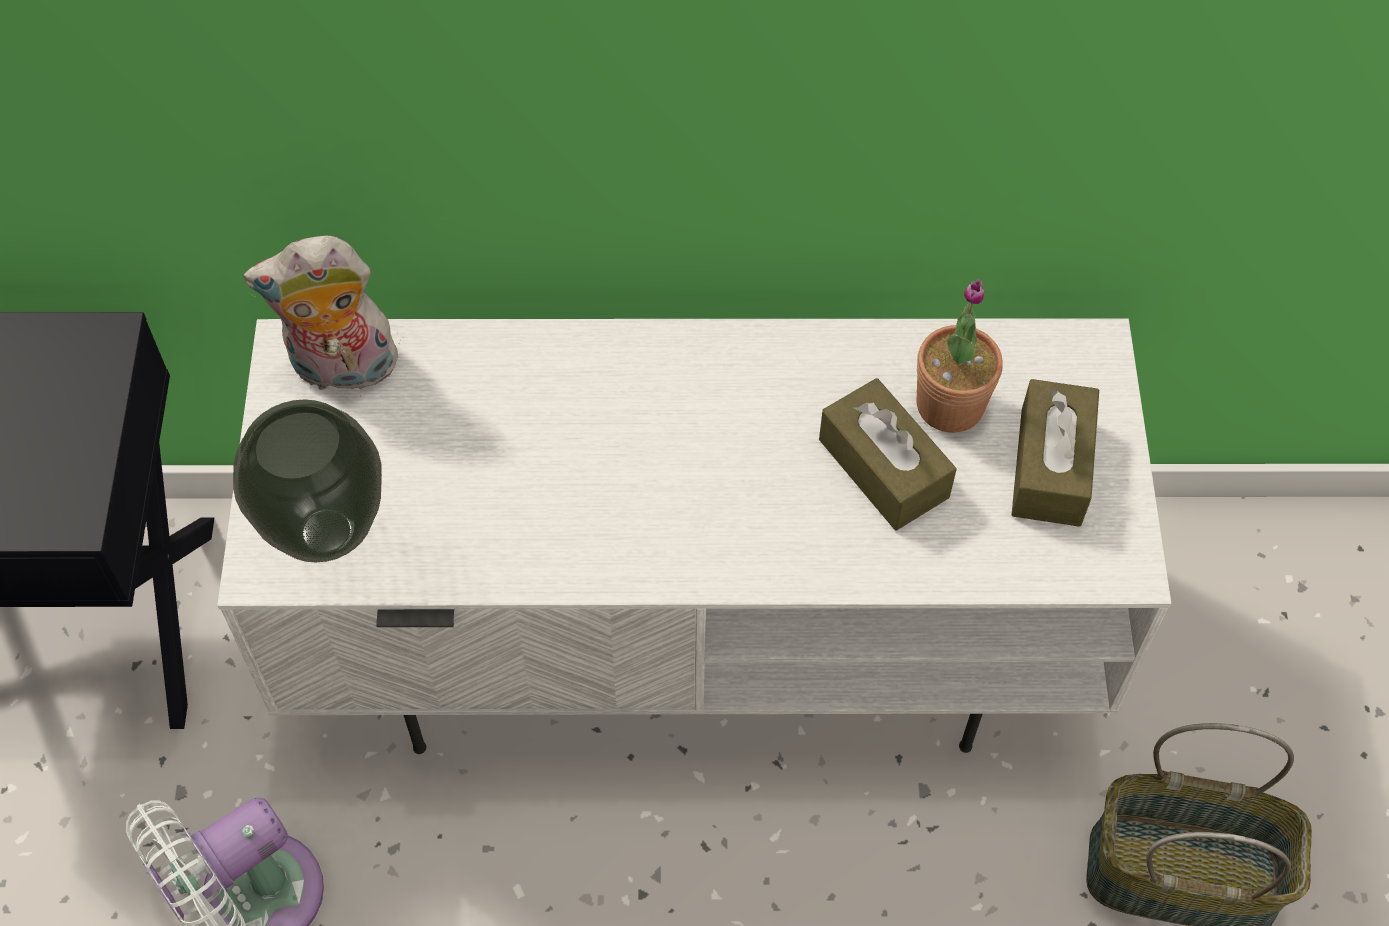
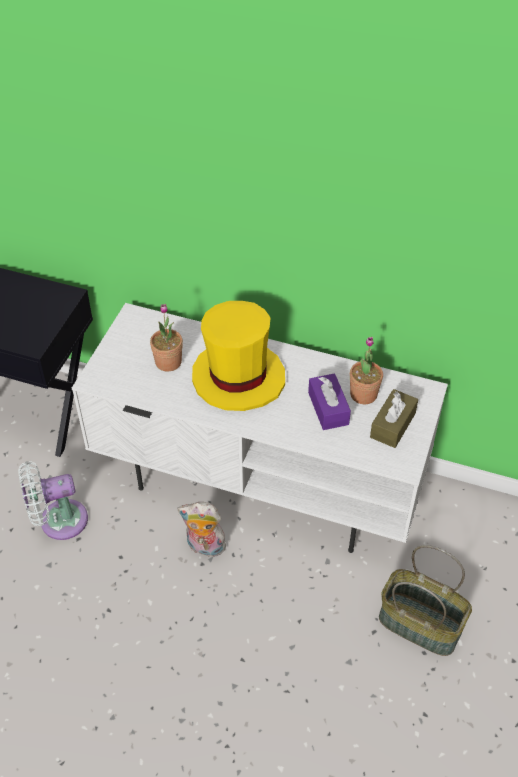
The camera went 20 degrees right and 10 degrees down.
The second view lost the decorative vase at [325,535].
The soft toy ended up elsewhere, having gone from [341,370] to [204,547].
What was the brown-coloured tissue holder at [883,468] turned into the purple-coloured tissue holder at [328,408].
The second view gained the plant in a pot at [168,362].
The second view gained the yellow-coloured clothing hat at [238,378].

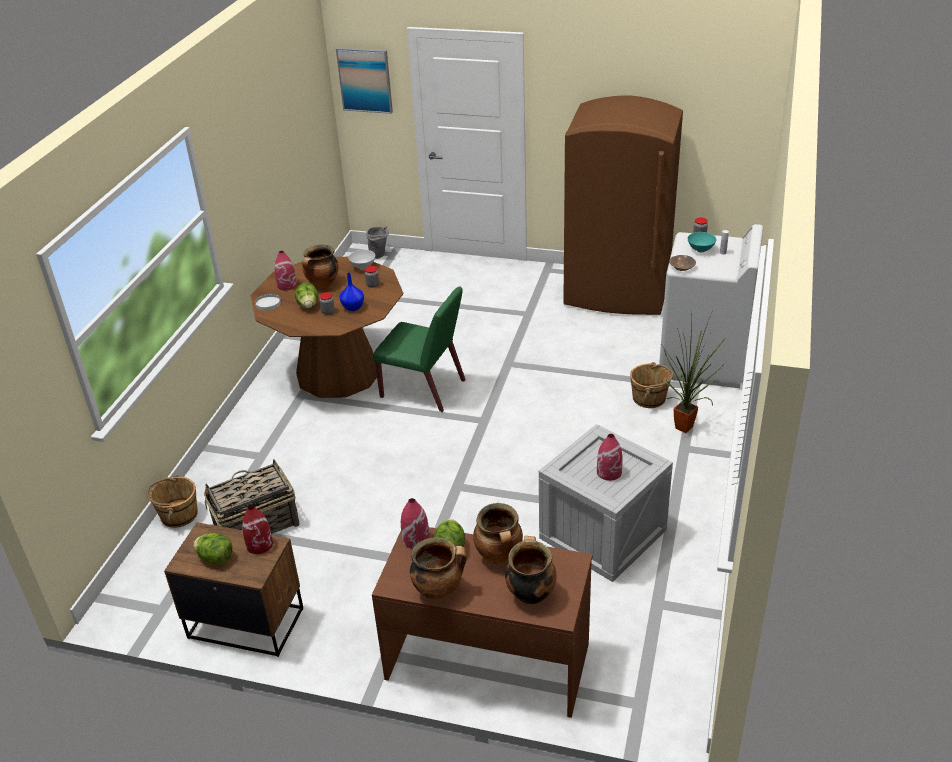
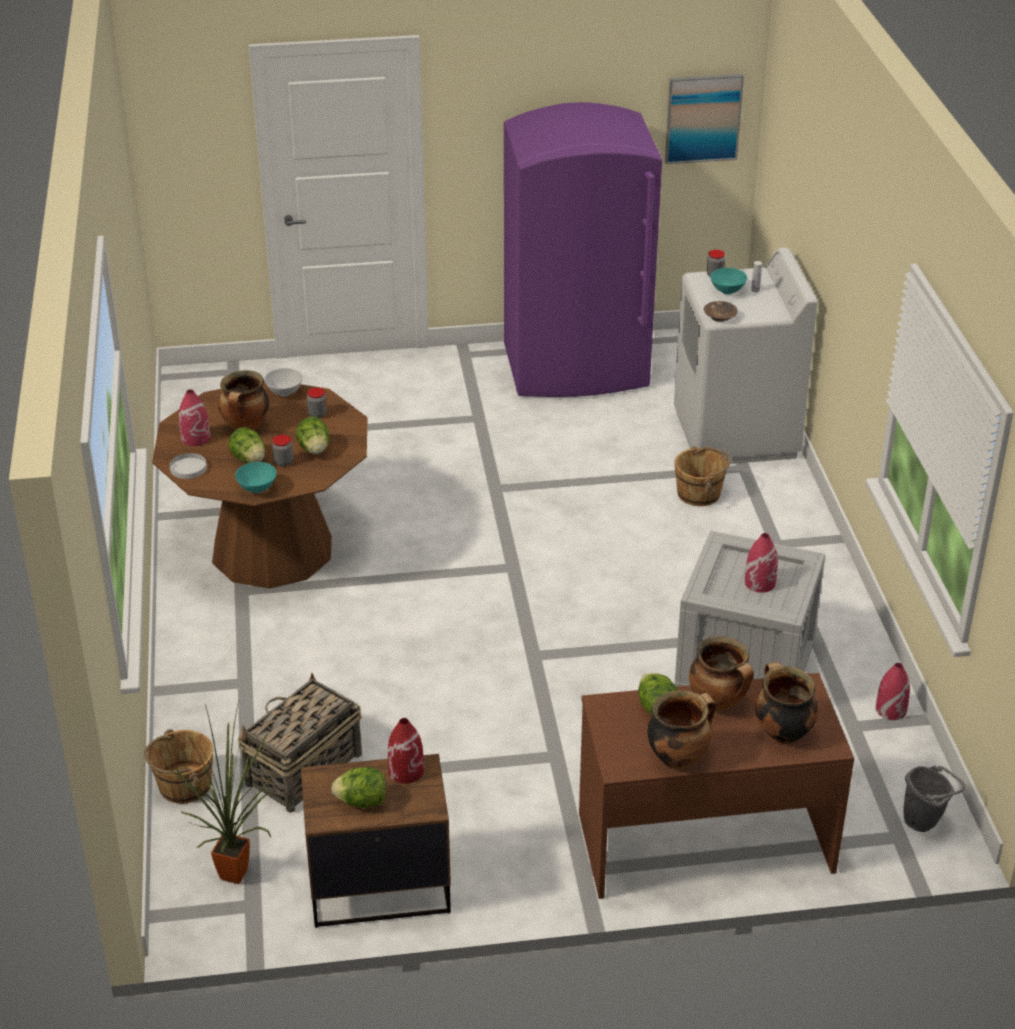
The camera went 25 degrees left and 0 degrees up.
The wall picture ended up elsewhere, having gone from [365,80] to [703,118].
Where the bluish decorative vase stood at [353,307], the head of lettuce came to stand at [314,449].
The grey water bucket ended up elsewhere, having gone from [380,256] to [925,822].
The second view lost the green-coloured chair at [424,389].
The red decorative vase ended up elsewhere, having gone from [415,539] to [890,709].
What was the brown-coloured fridge at [617,293] turned into the purple-coloured fridge at [576,368].
The plant in a pot ended up elsewhere, having gone from [686,429] to [238,877].
The second view gained the blue-green bowl at [257,489].

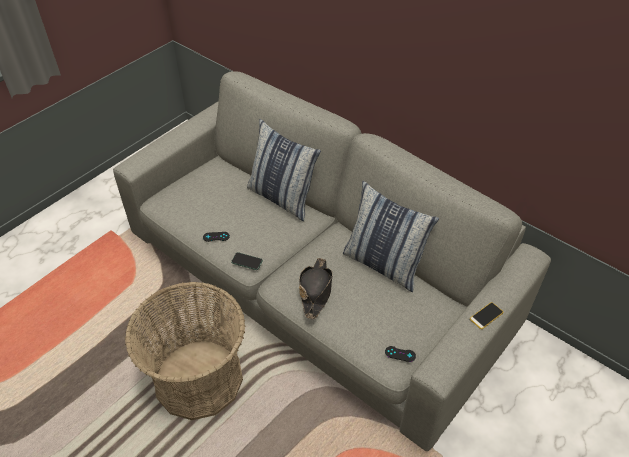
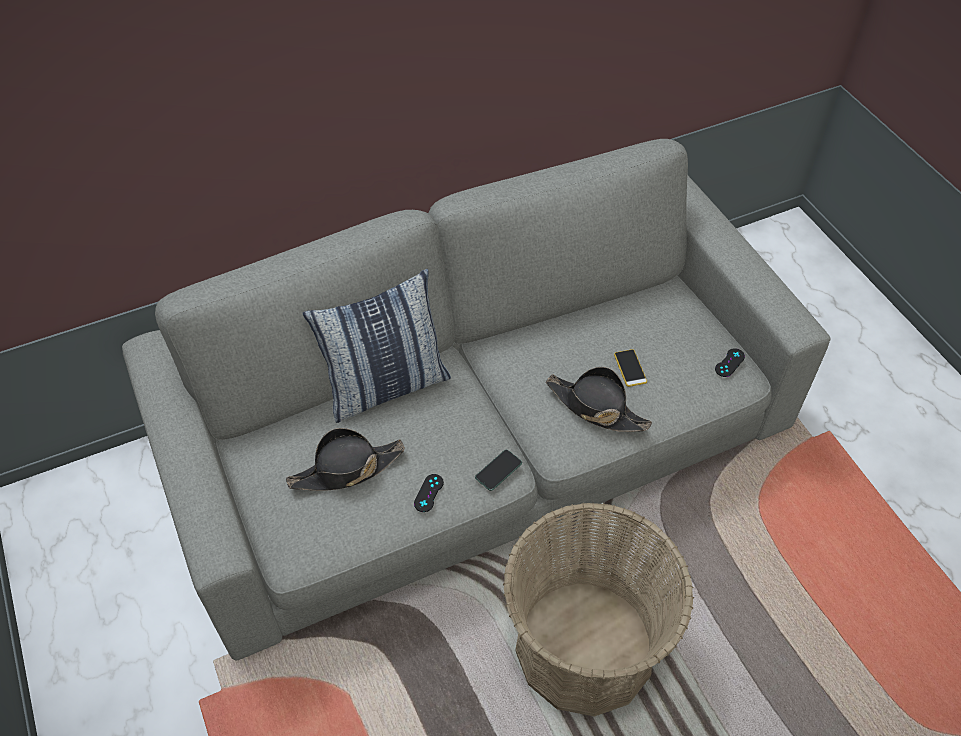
The camera went 65 degrees left and 5 degrees up.
The second view lost the cushion at [383,264].
The handset ended up elsewhere, having gone from [486,316] to [630,368].
The second view gained the black-coloured clothing hat at [346,469].

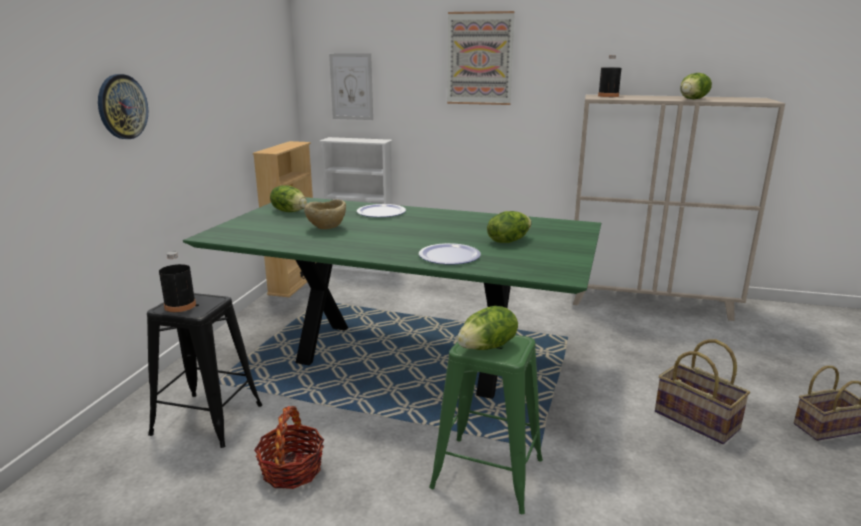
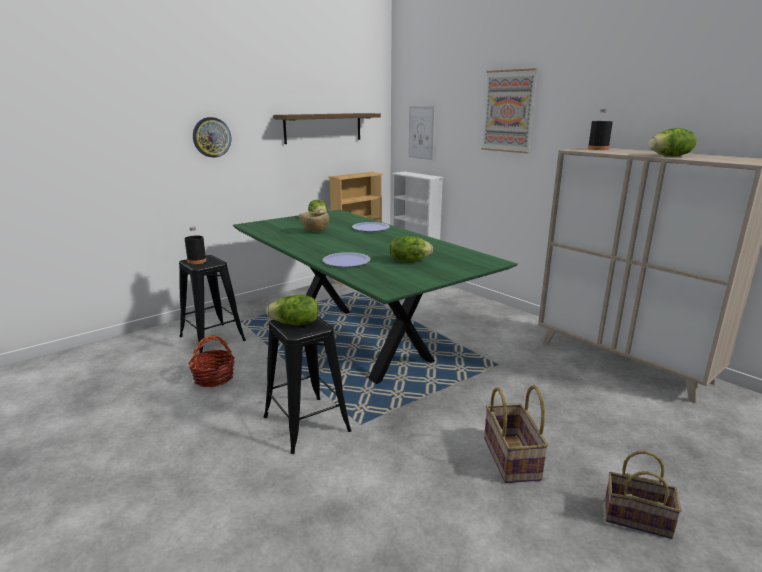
The camera went 35 degrees right and 0 degrees up.
What was the green-coloured sitting stool at [488,473] turned into the black-coloured sitting stool at [307,424].
The second view gained the bracket shelf at [323,127].

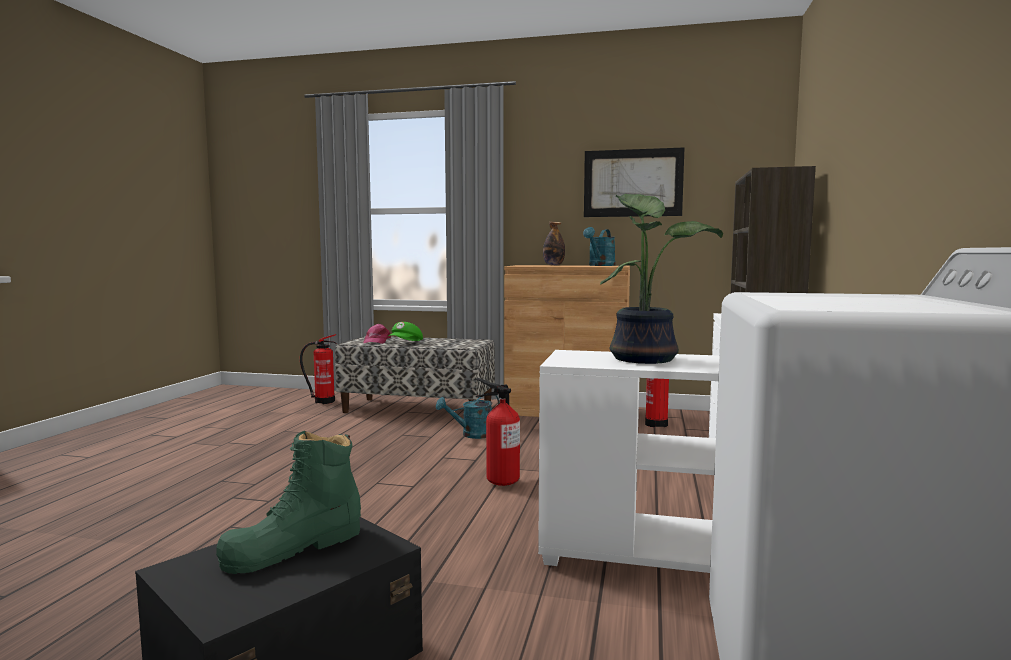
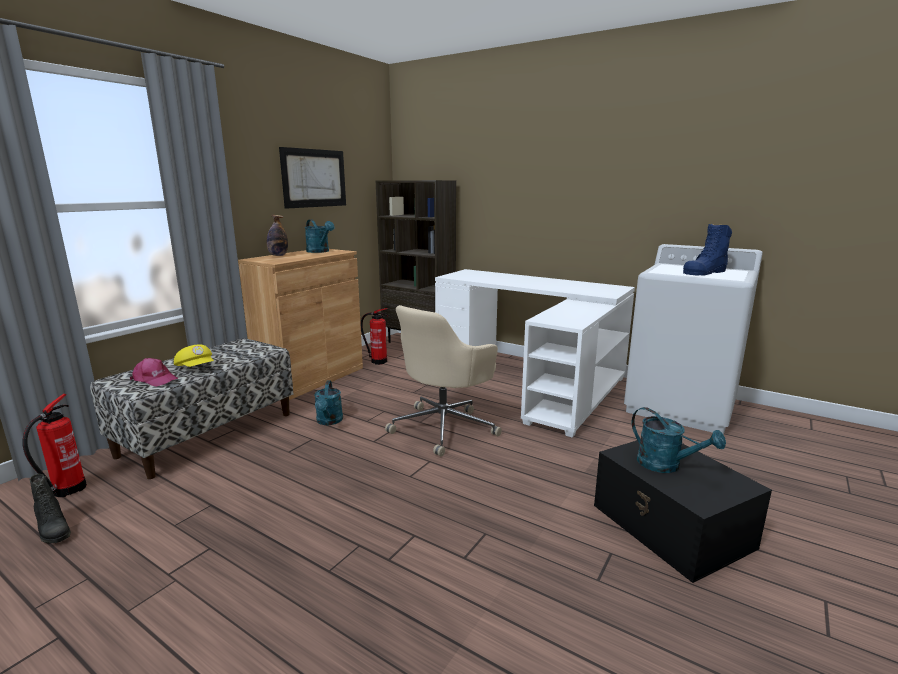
The camera went 70 degrees left and 10 degrees up.
Where the green-coloured tall boot stood at [294,547], the blue-green sprinkling can came to stand at [666,465].
What was the green-coloured baseball cap at [406,343] turned into the yellow-coloured baseball cap at [196,368].
Where the fire-fighting cylinder stood at [502,481], the sand-coloured desk chair came to stand at [444,427].
The second view lost the plant in a pot at [645,358].
The second view gained the black-coloured tall boot at [53,531].
The second view gained the bluish tall boot at [705,272].

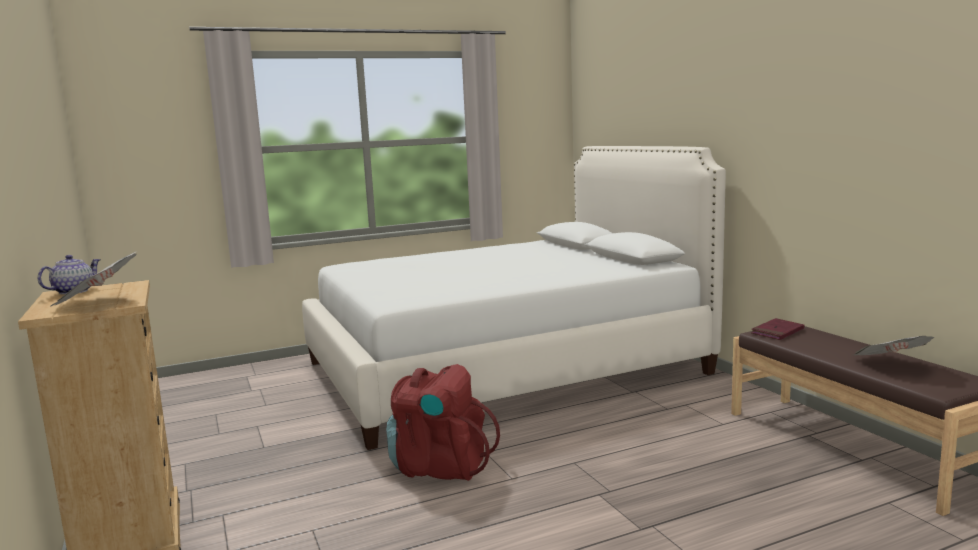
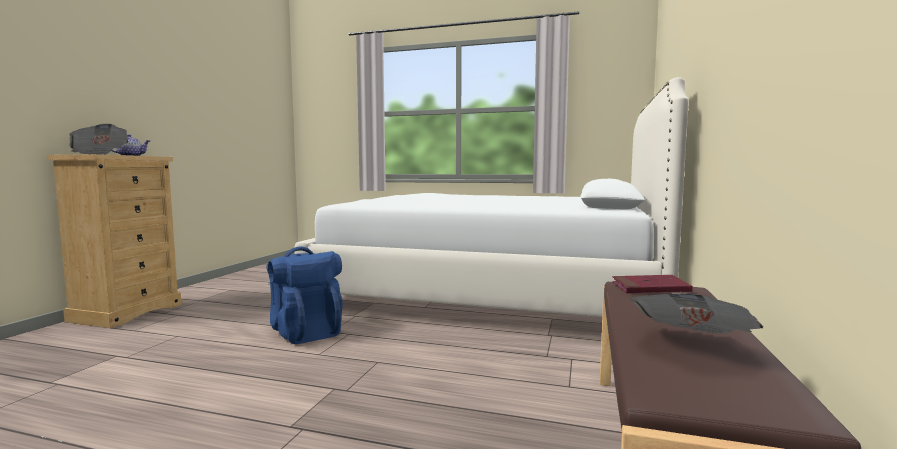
The camera went 40 degrees right and 5 degrees down.
What was the red backpack at [440,467] turned into the bluish backpack at [305,331].

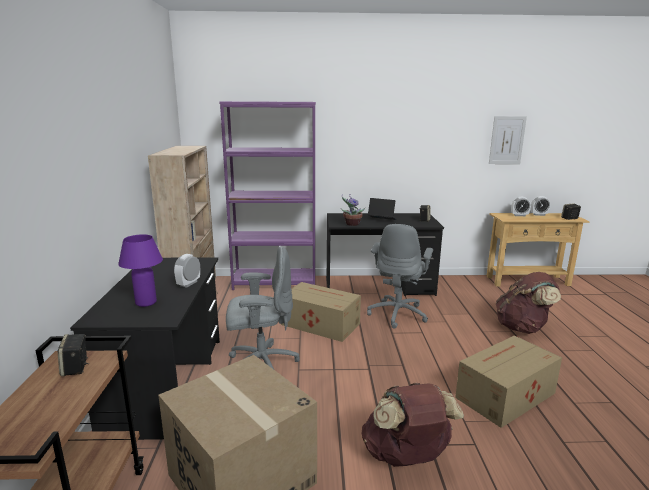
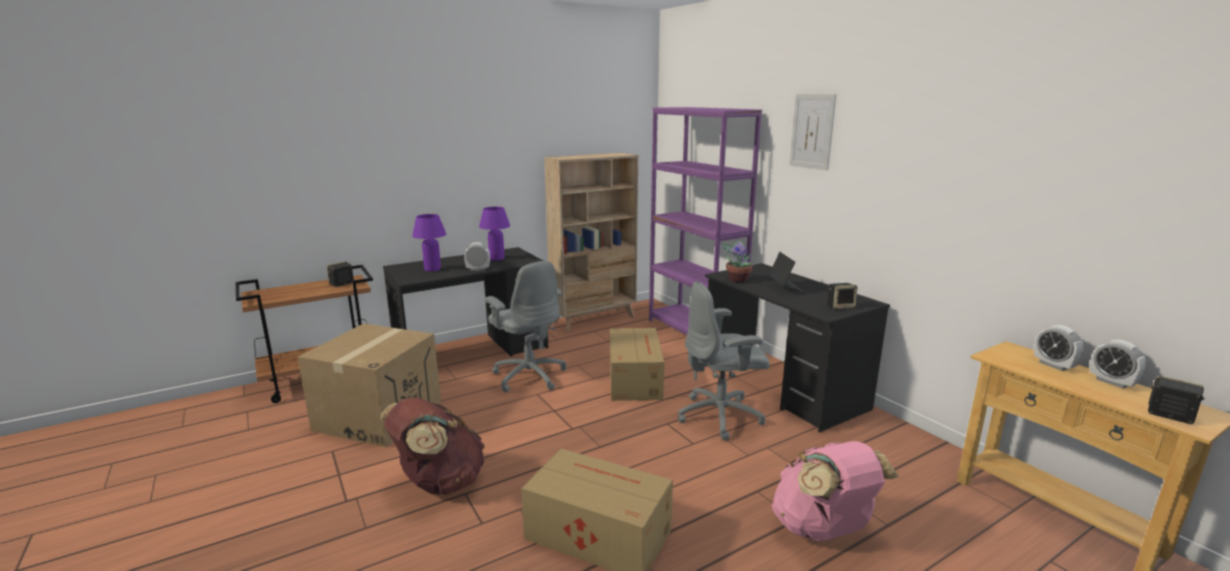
The camera went 60 degrees right and 0 degrees up.
The wall picture ended up elsewhere, having gone from [507,140] to [812,131].
What was the brown-coloured backpack at [522,328] turned into the pink-coloured backpack at [823,530].
The second view gained the purple-coloured lamp for a table at [496,258].

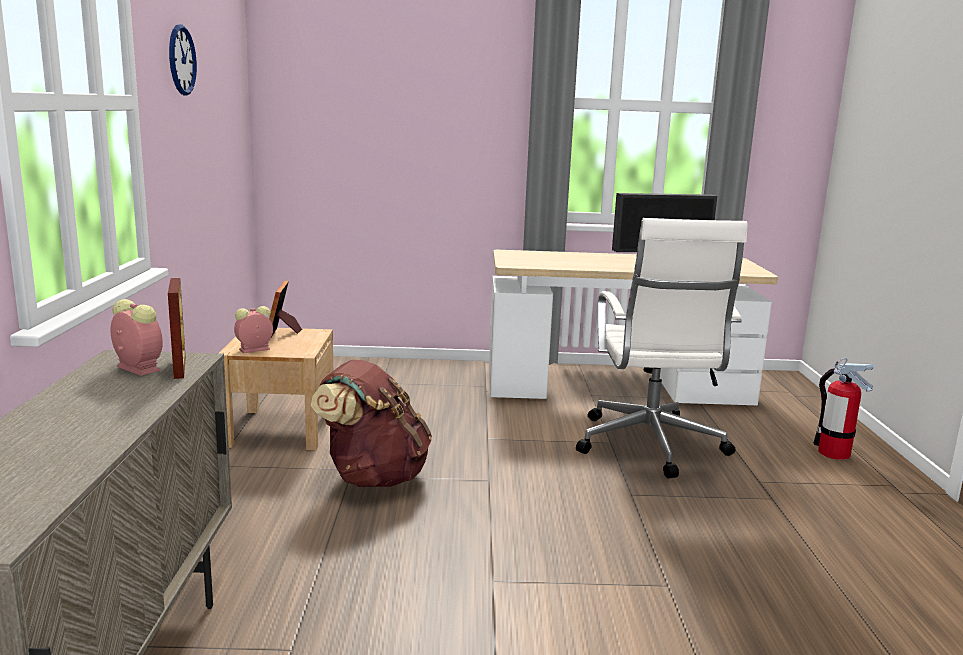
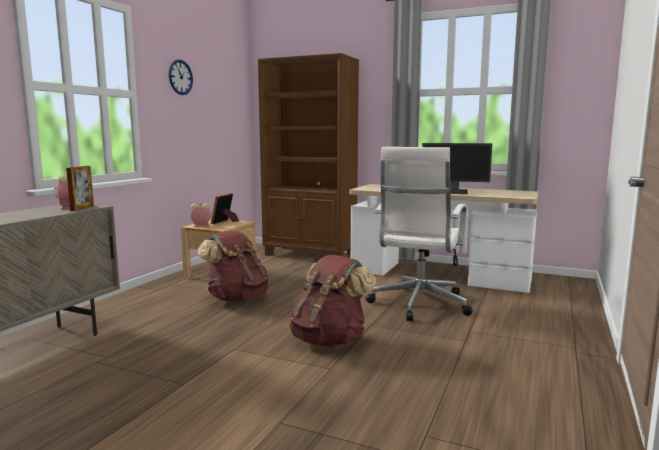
The camera went 25 degrees right and 5 degrees down.
The second view lost the fire-fighting cylinder at [833,453].
The second view gained the brown-coloured bookshelf at [310,255].
The second view gained the brown-coloured backpack at [329,340].

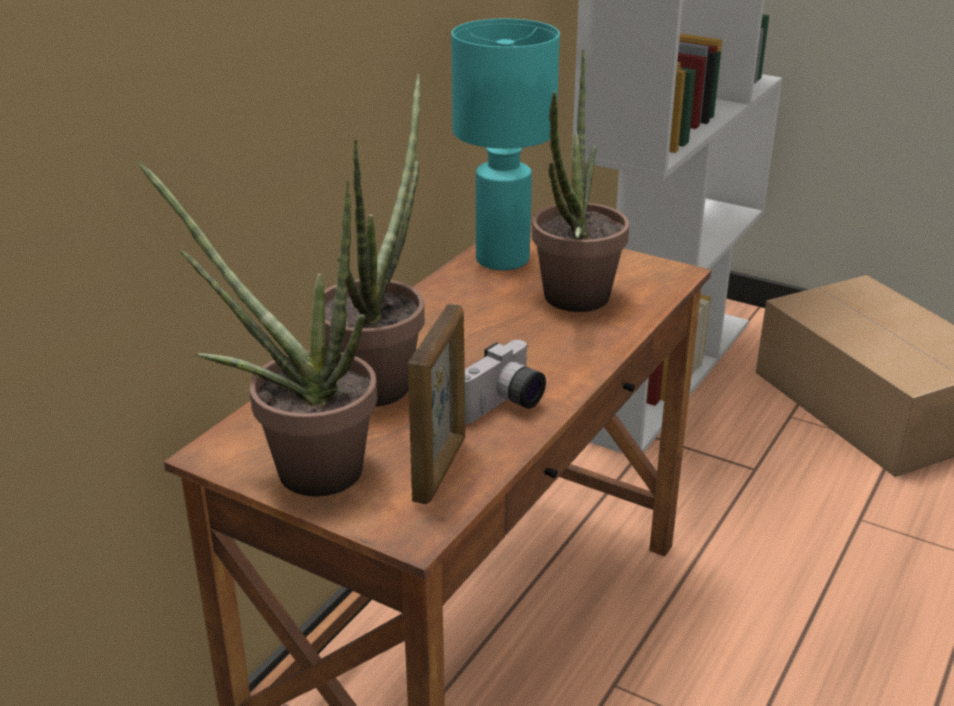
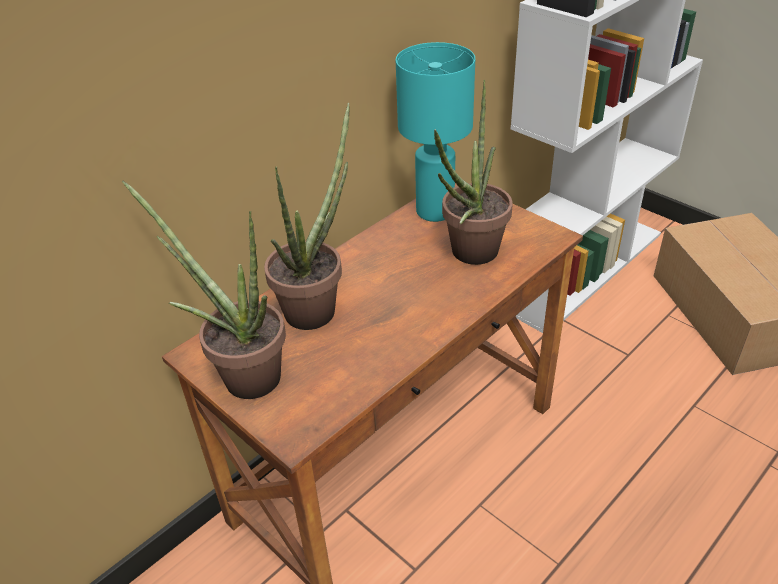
The camera went 15 degrees right and 10 degrees up.
The second view lost the picture frame at [440,469].
The second view lost the still camera at [503,407].

